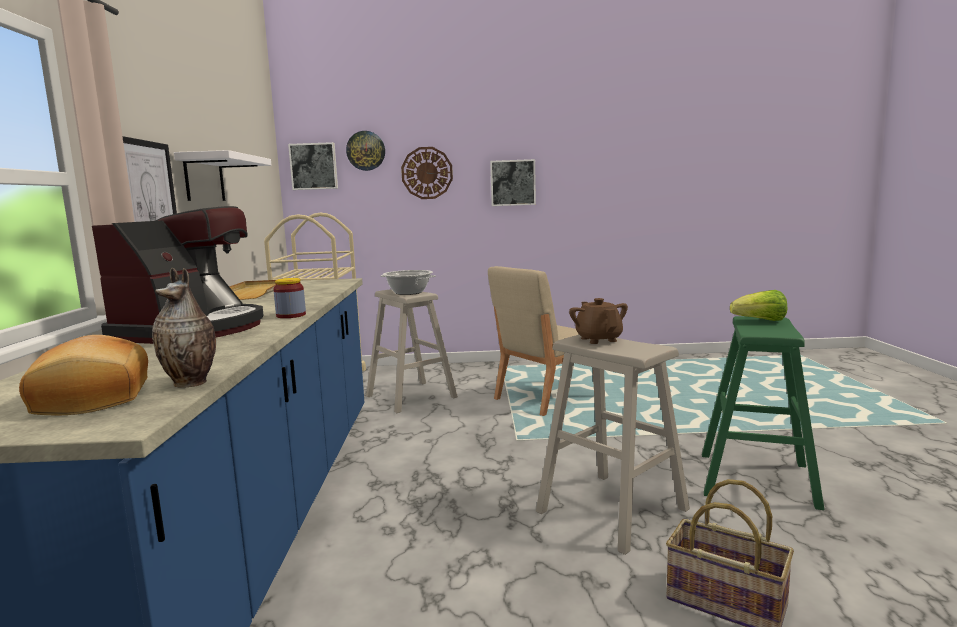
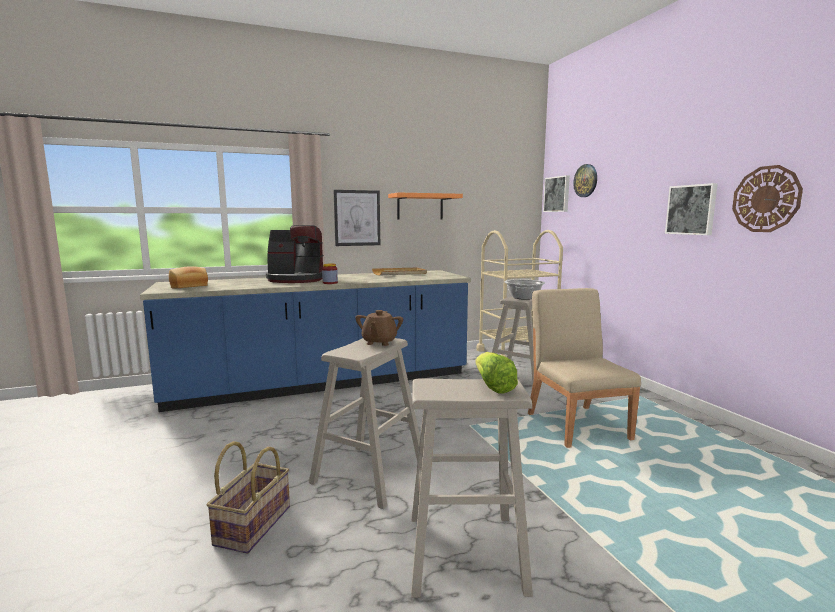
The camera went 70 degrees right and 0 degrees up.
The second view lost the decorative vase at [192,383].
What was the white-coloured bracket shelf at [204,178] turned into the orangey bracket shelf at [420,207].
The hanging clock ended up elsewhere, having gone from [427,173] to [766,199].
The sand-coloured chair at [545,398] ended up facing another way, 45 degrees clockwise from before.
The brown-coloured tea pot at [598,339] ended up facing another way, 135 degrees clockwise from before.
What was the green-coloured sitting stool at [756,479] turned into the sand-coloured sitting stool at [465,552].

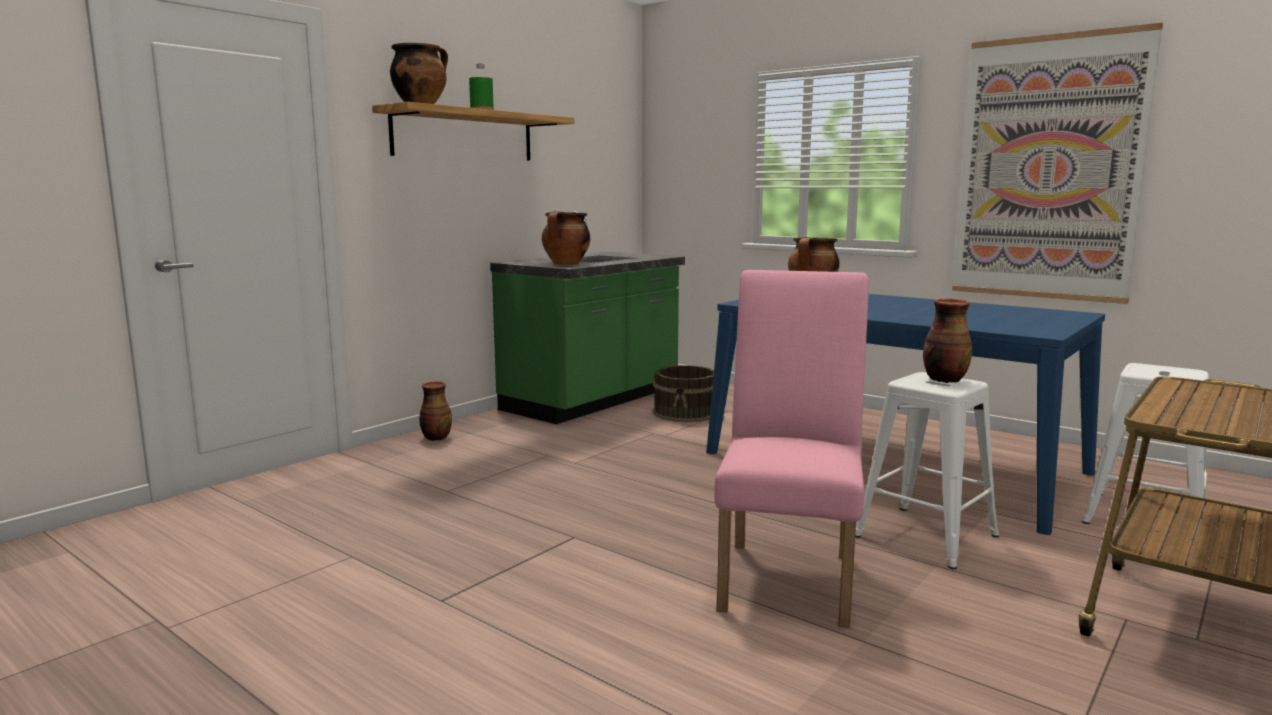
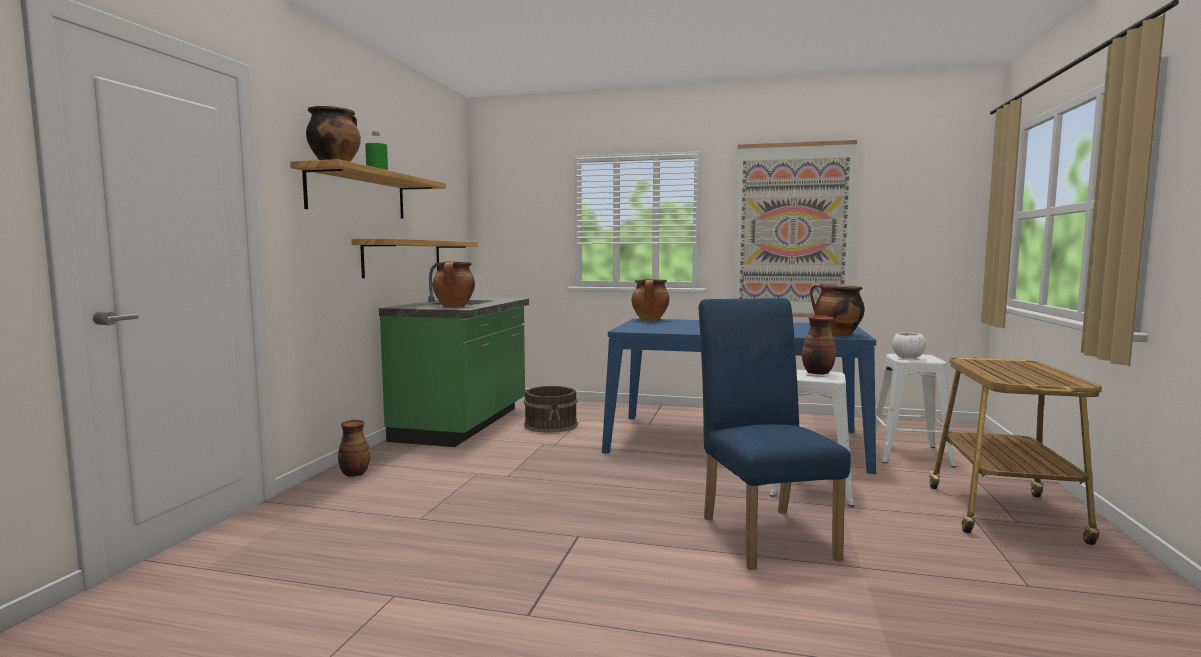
The camera went 25 degrees left and 5 degrees down.
What was the pink-coloured chair at [789,575] turned into the bluish chair at [764,532].
The second view gained the bracket shelf at [403,258].
The second view gained the saucepot at [836,335].
The second view gained the white-coloured bowl at [908,357].

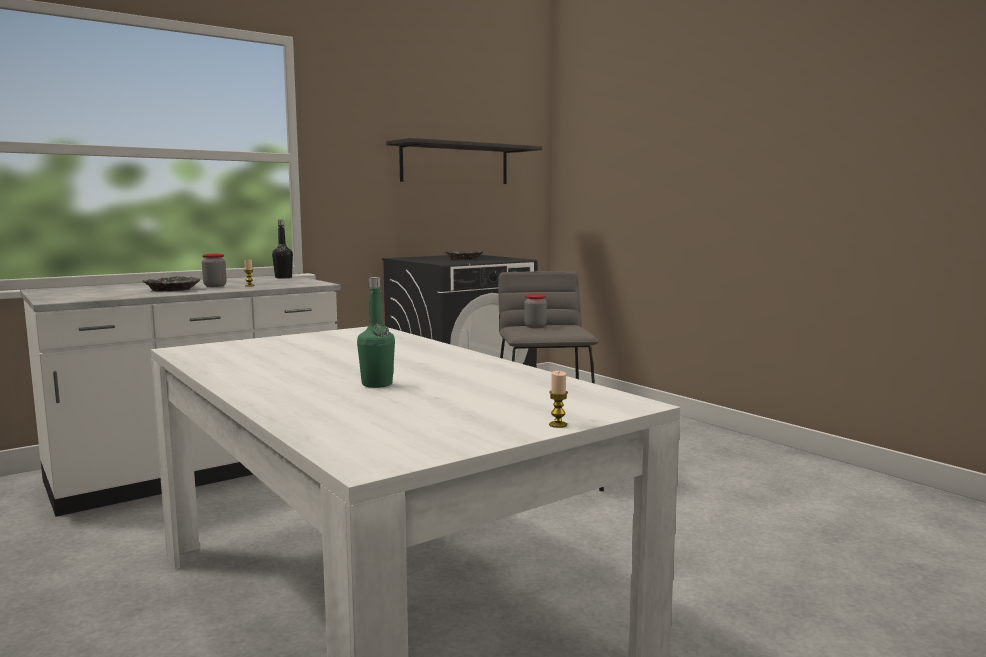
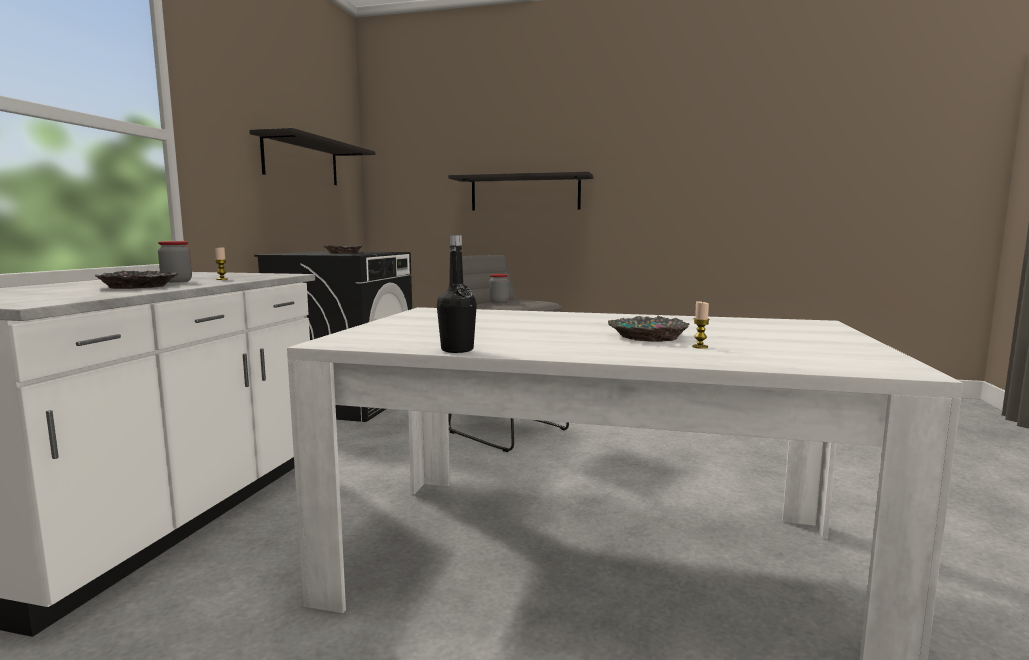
The camera went 40 degrees left and 0 degrees up.
The black-coloured bottle ended up elsewhere, having gone from [283,277] to [457,350].
Where the green-coloured bottle stood at [377,384], the bowl came to stand at [647,336].
The wax light ended up elsewhere, having gone from [558,425] to [700,347].
The second view gained the bracket shelf at [525,193].

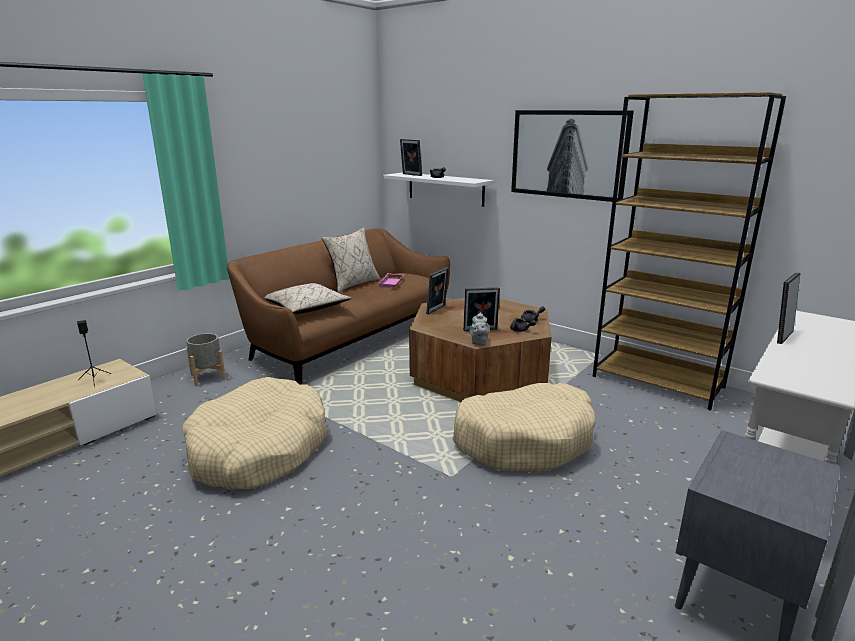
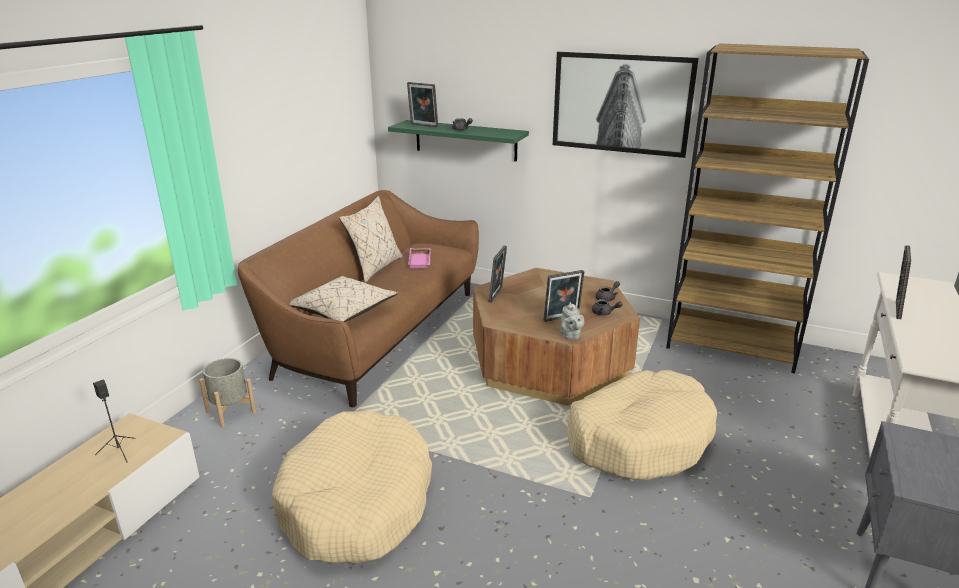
The camera went 15 degrees left and 5 degrees up.
What was the white-coloured bracket shelf at [445,189] turned into the green-coloured bracket shelf at [465,140].

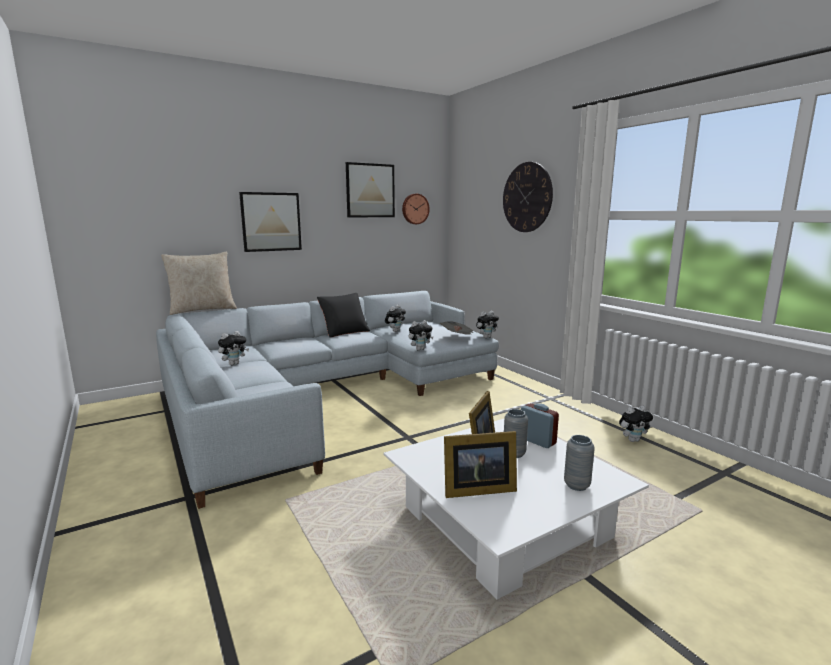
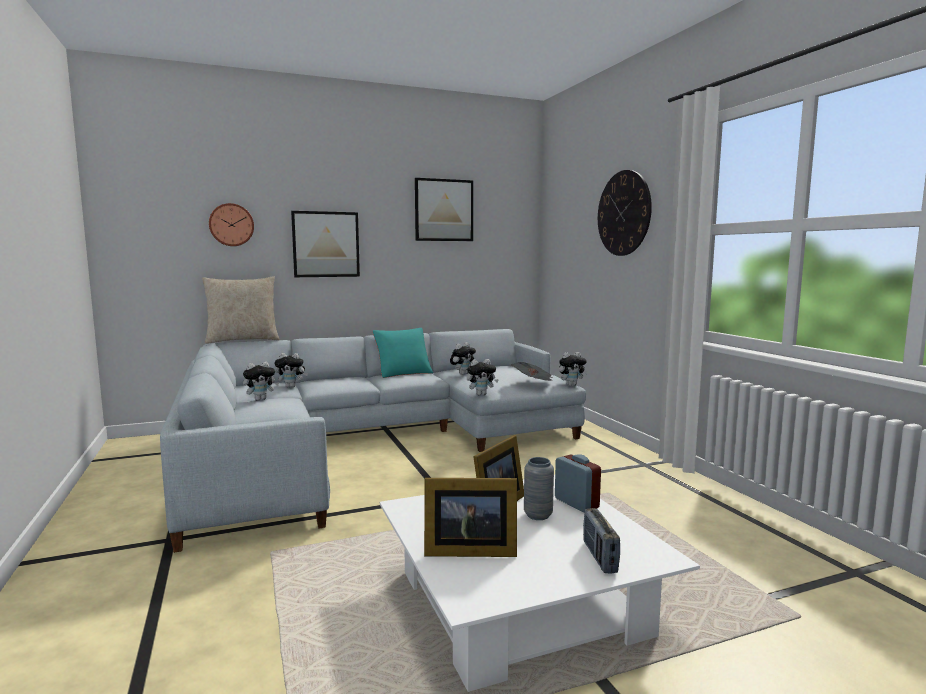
The camera went 10 degrees right and 5 degrees down.
What was the black-coloured cushion at [344,331] turned into the blue-green cushion at [403,372].
The hanging clock ended up elsewhere, having gone from [415,209] to [231,225].
Where the grey decorative vase stood at [576,485], the radio came to stand at [599,557].
The soft toy ended up elsewhere, having gone from [633,440] to [292,387].

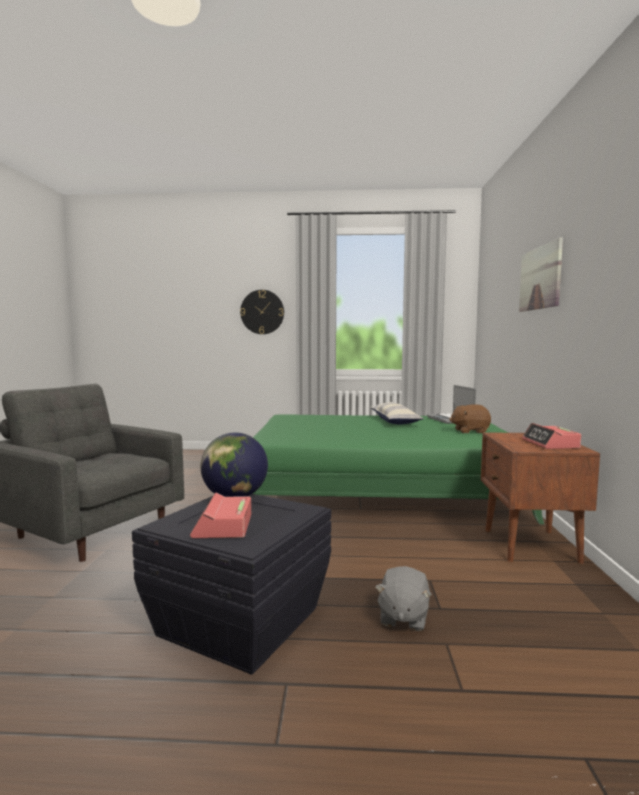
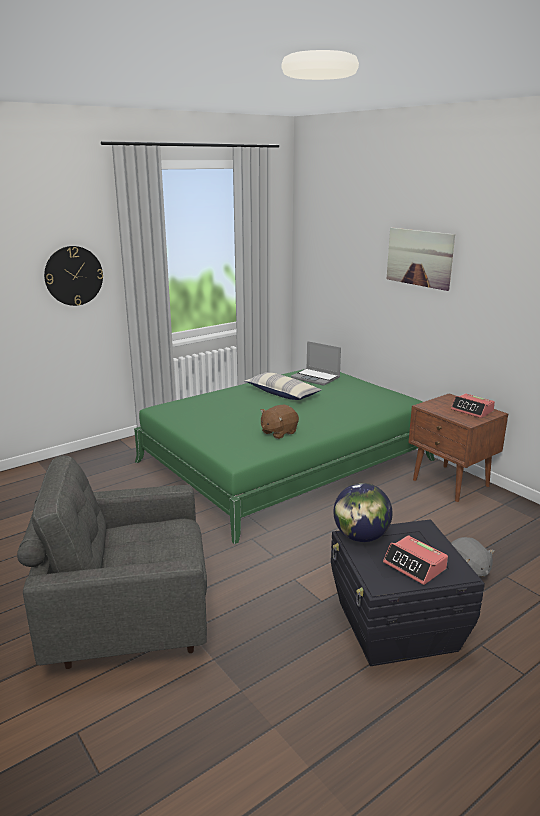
The camera went 40 degrees left and 15 degrees up.
The brown-coloured soft toy ended up elsewhere, having gone from [470,431] to [278,432].

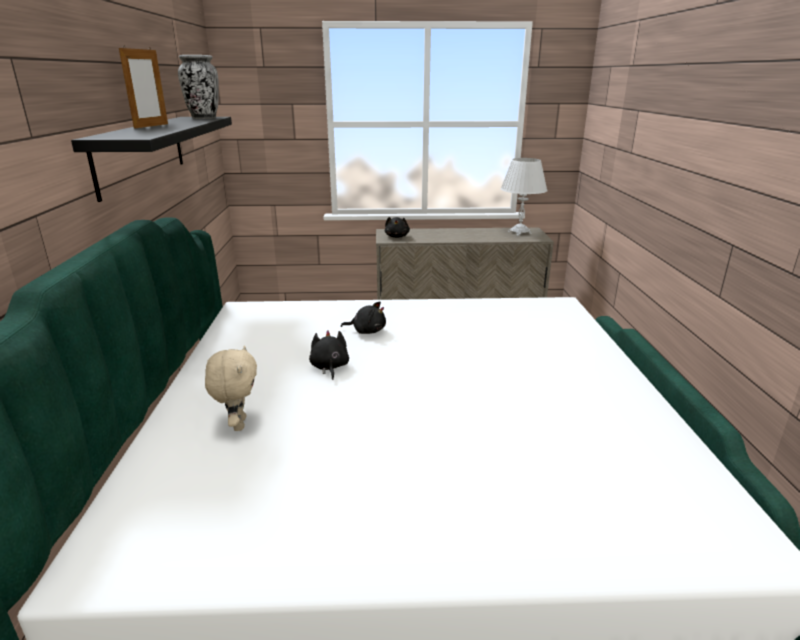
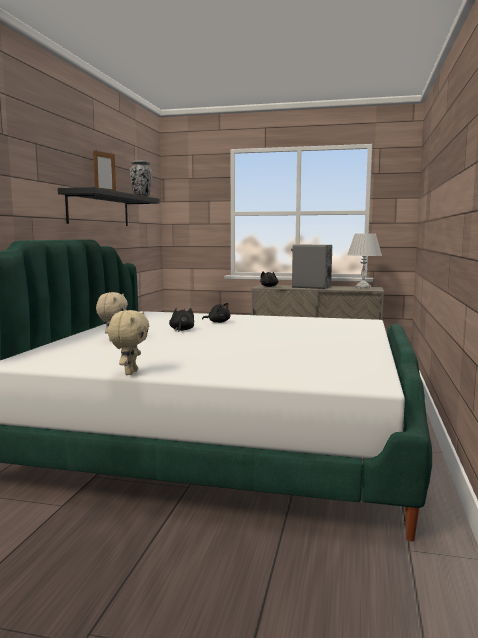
The camera went 15 degrees right and 15 degrees down.
The second view gained the sand-coloured soft toy at [130,372].
The second view gained the grey audio speaker at [311,287].

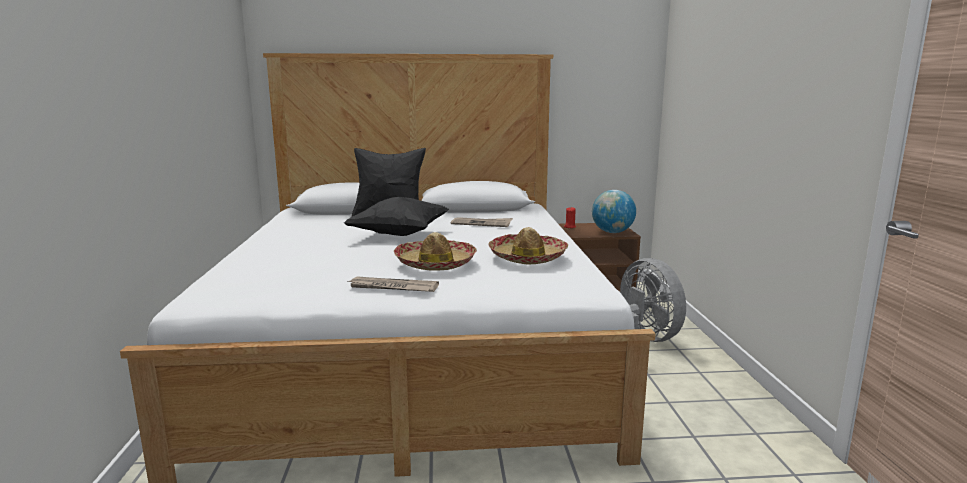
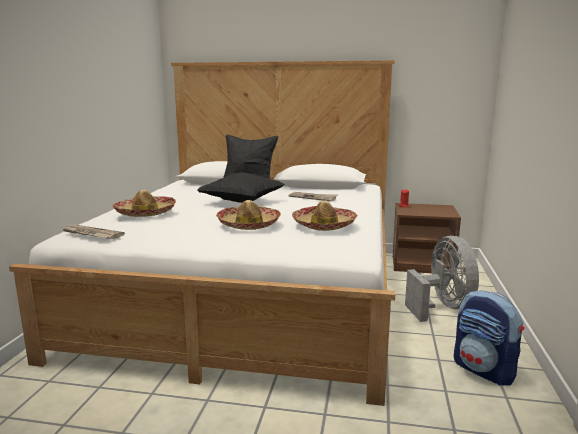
The camera went 15 degrees right and 0 degrees up.
The newspaper ended up elsewhere, having gone from [392,287] to [91,234].
The second view lost the desk globe at [612,232].
The second view gained the clothing hat at [145,213].
The second view gained the backpack at [484,370].

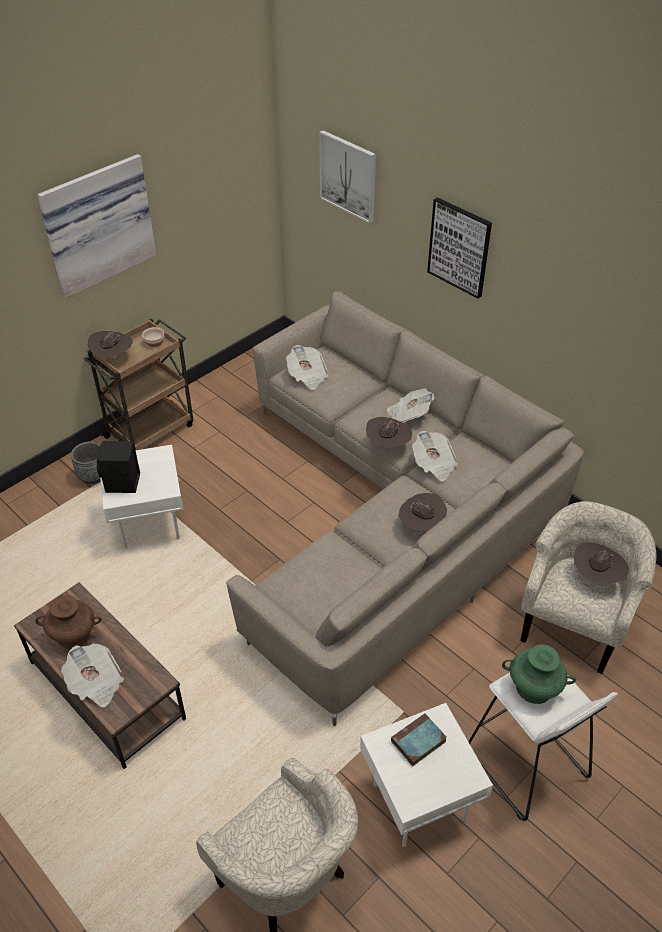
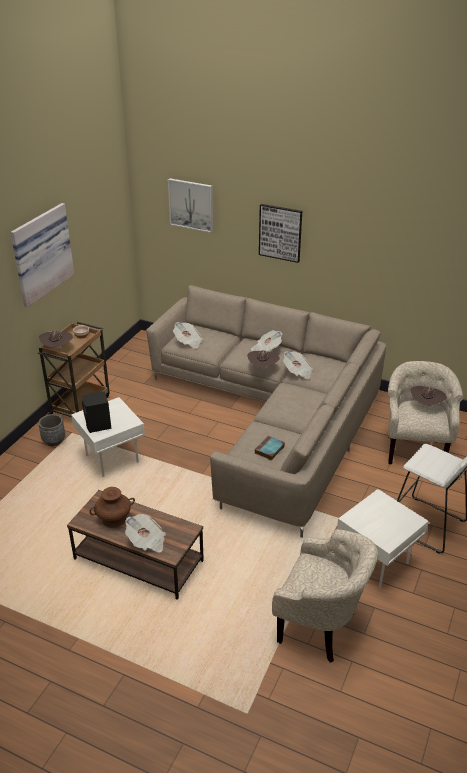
The camera went 20 degrees left and 10 degrees down.
The book ended up elsewhere, having gone from [417,742] to [269,450].
The second view lost the brown-coloured clothing hat at [421,525].
The second view lost the green-coloured decorative vase at [533,688].

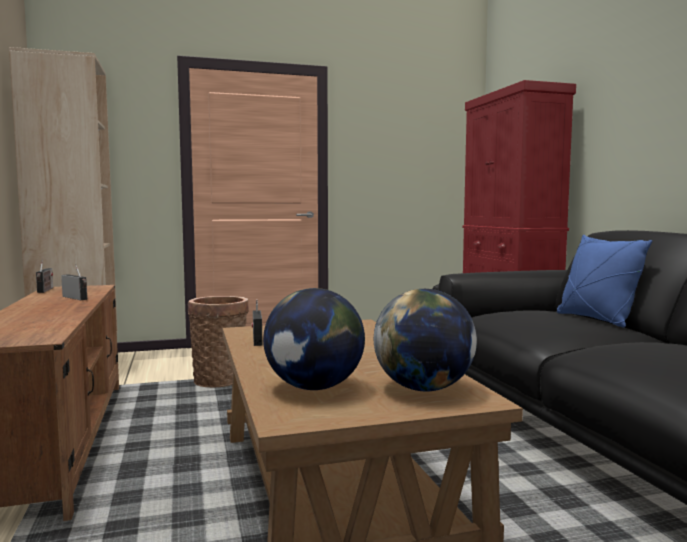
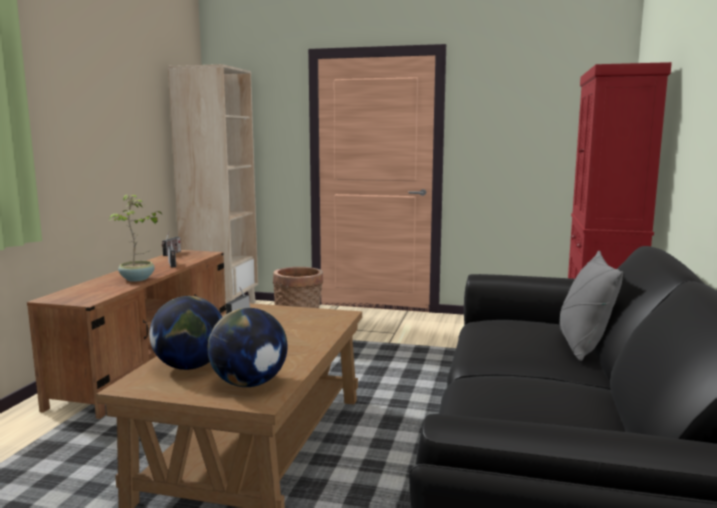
The camera went 30 degrees right and 5 degrees up.
What was the bluish cushion at [596,319] turned into the grey cushion at [582,346].
The second view gained the plant in a pot at [138,279].

